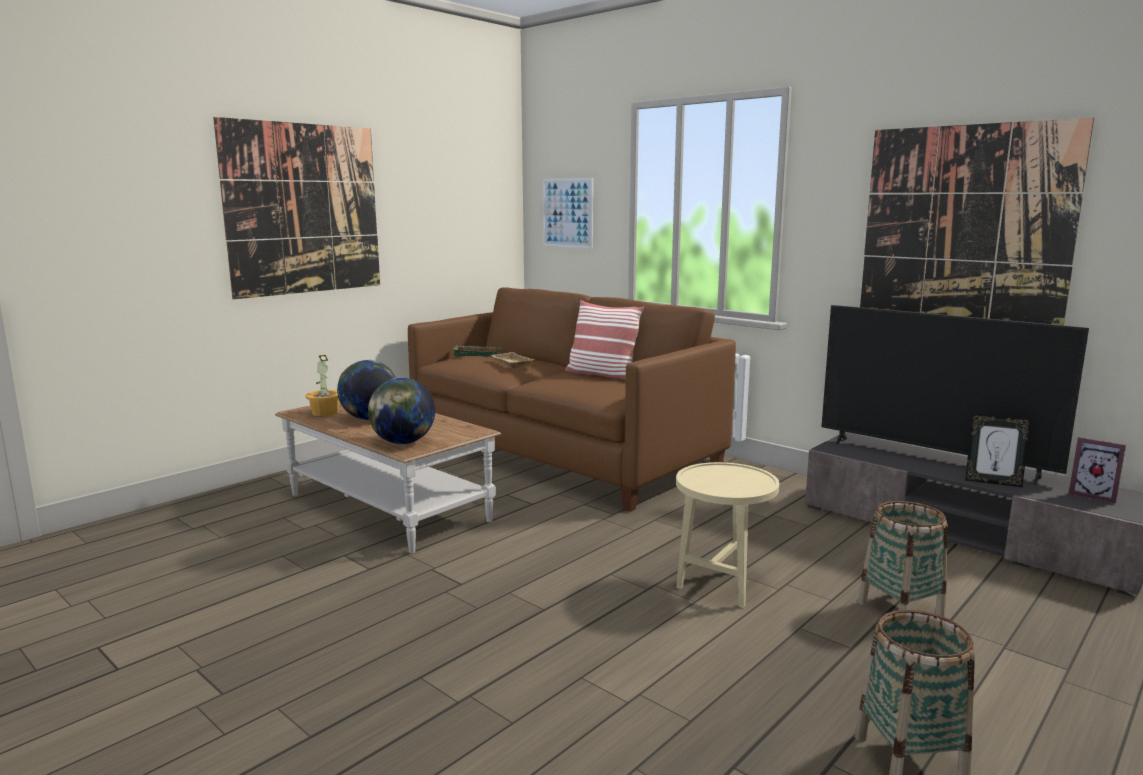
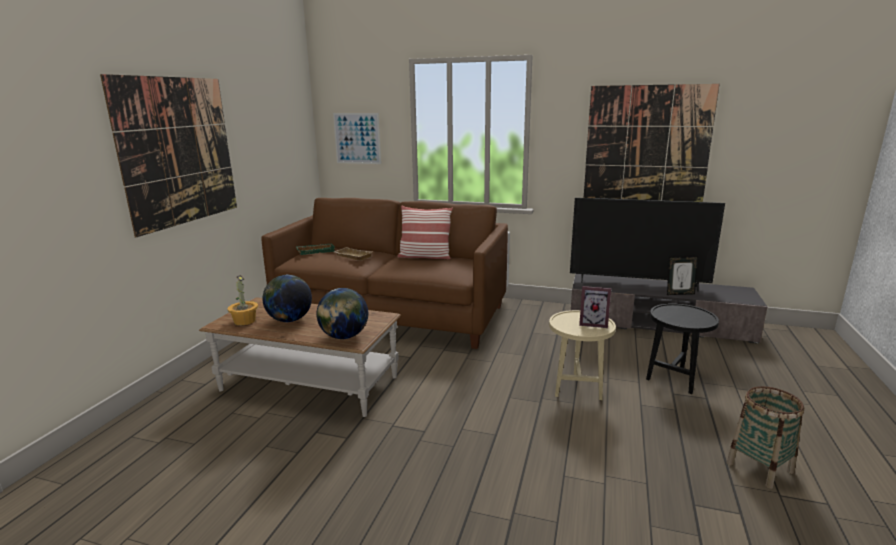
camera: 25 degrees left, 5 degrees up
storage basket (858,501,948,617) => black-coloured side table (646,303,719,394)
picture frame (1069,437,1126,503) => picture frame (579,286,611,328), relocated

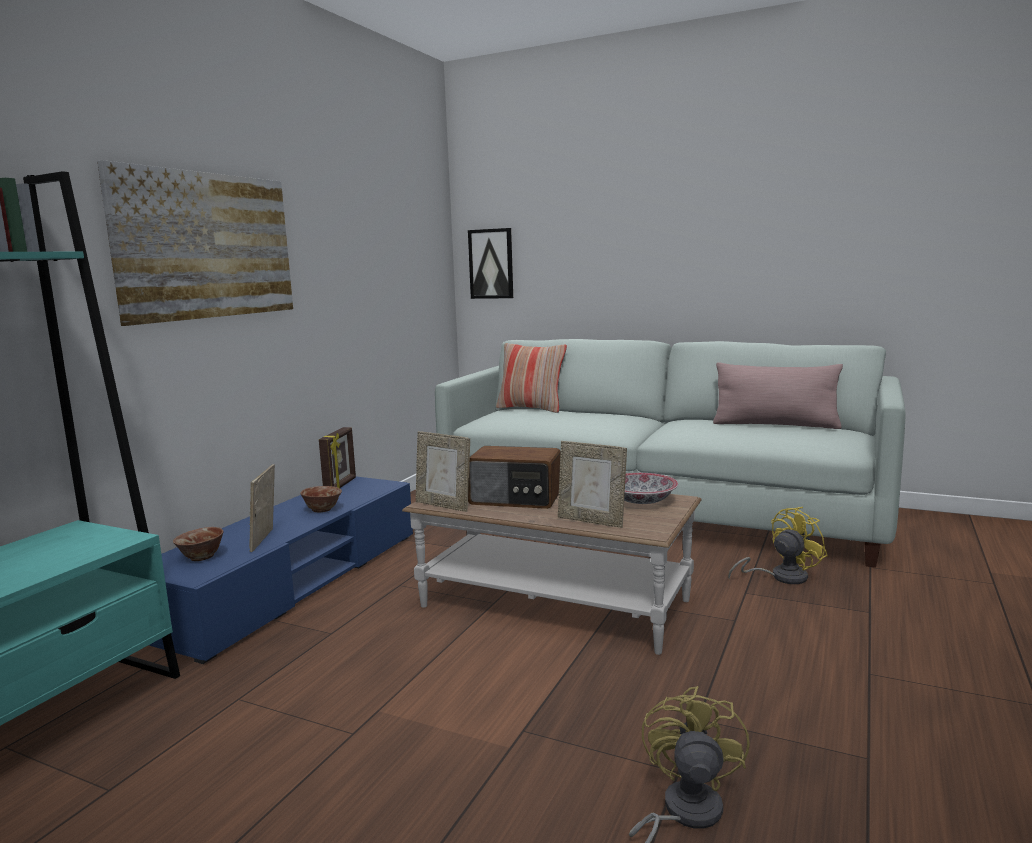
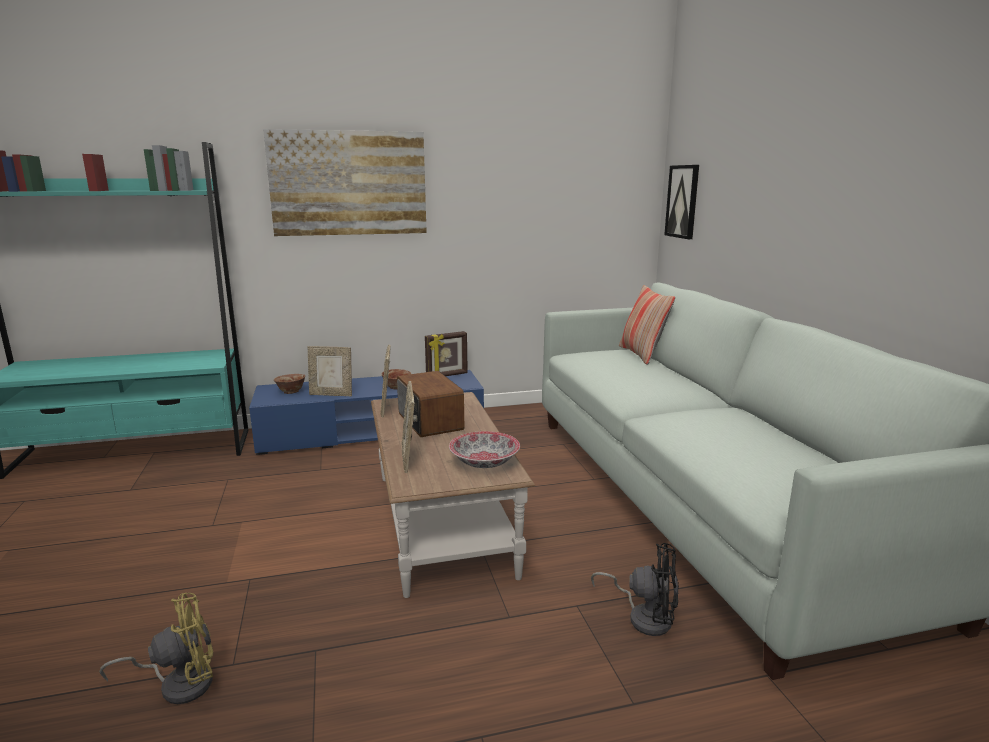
camera: 50 degrees right, 5 degrees up
picture frame (249,464,275,552) => picture frame (308,346,352,396), 135 degrees counterclockwise
pink-coloured cushion (713,362,843,429) => nothing
yellowish cooling fan (728,507,828,584) => black-coloured cooling fan (591,543,679,636)

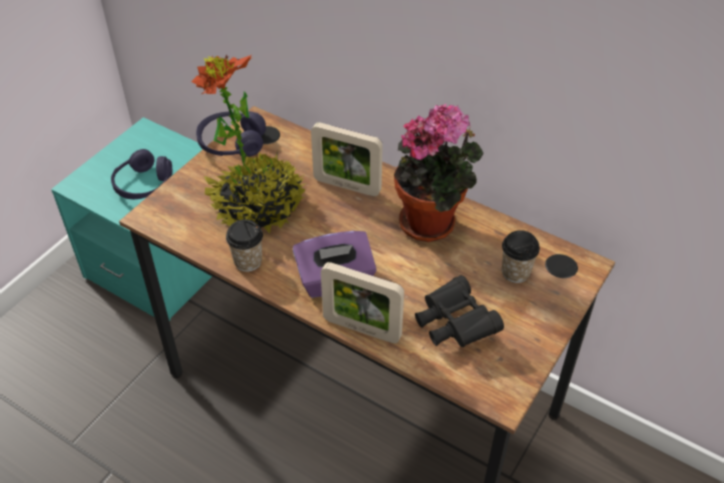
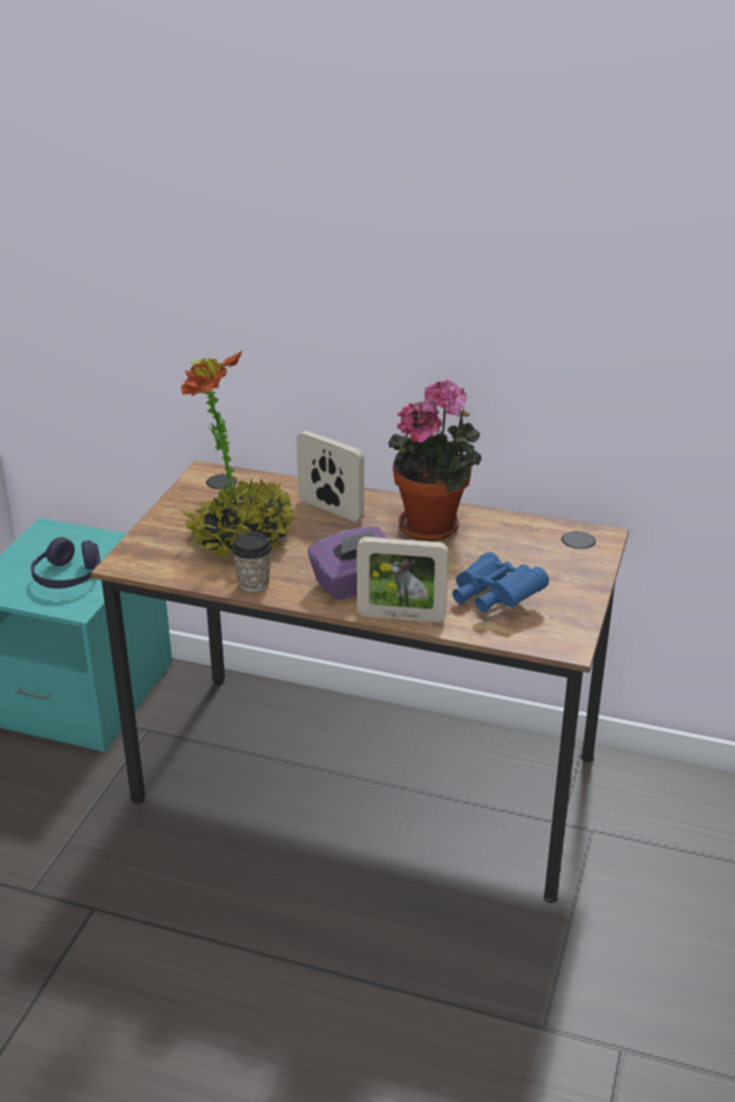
camera: 15 degrees left, 15 degrees down
purple-coloured pair of headphones (196,111,266,157) => nothing
picture frame (311,122,383,196) => picture frame (296,431,364,522), 150 degrees counterclockwise
black-coloured binoculars (415,275,504,347) => blue-coloured binoculars (452,552,549,613)
small cup (502,230,540,283) => nothing

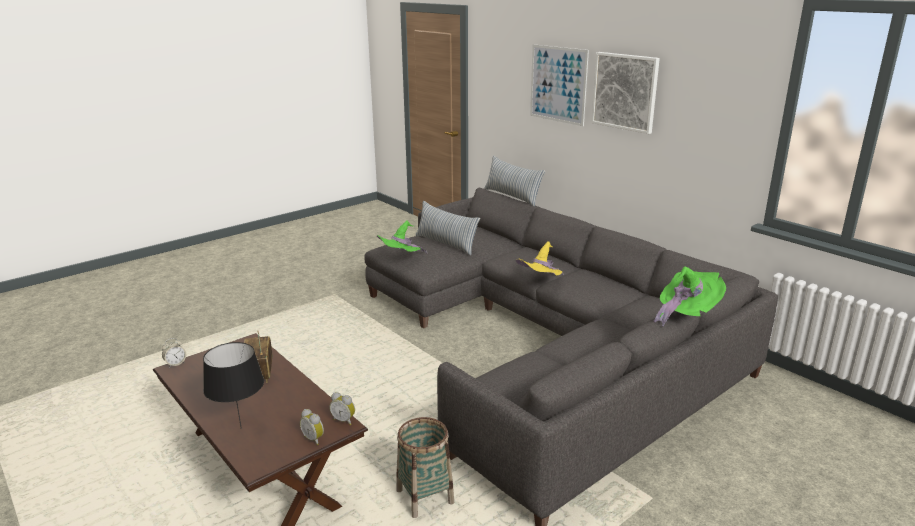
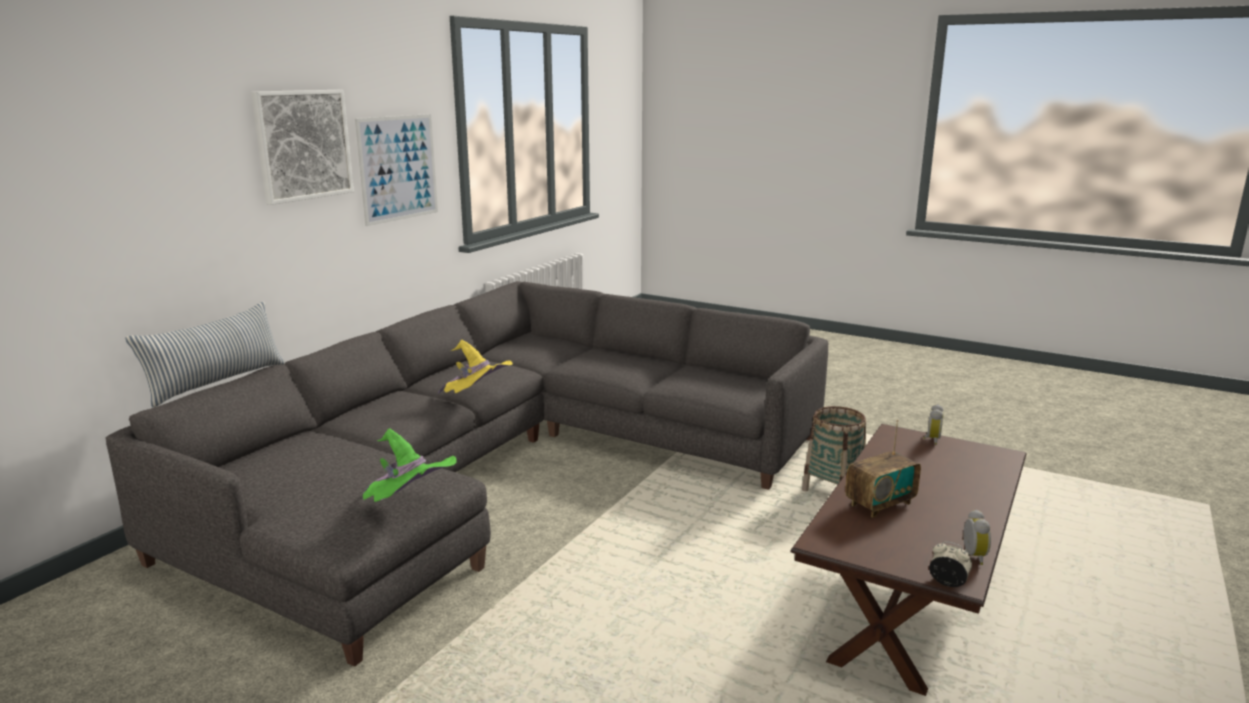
camera: 110 degrees left, 5 degrees down
black-coloured tabletop lamp (203,342,264,429) => nothing
bedside clock (329,392,355,425) => bedside clock (963,509,991,565), relocated
cushion (416,201,480,255) => nothing
wall picture (530,44,589,126) => wall picture (355,114,438,226), relocated
greenish hat (653,266,726,326) => nothing

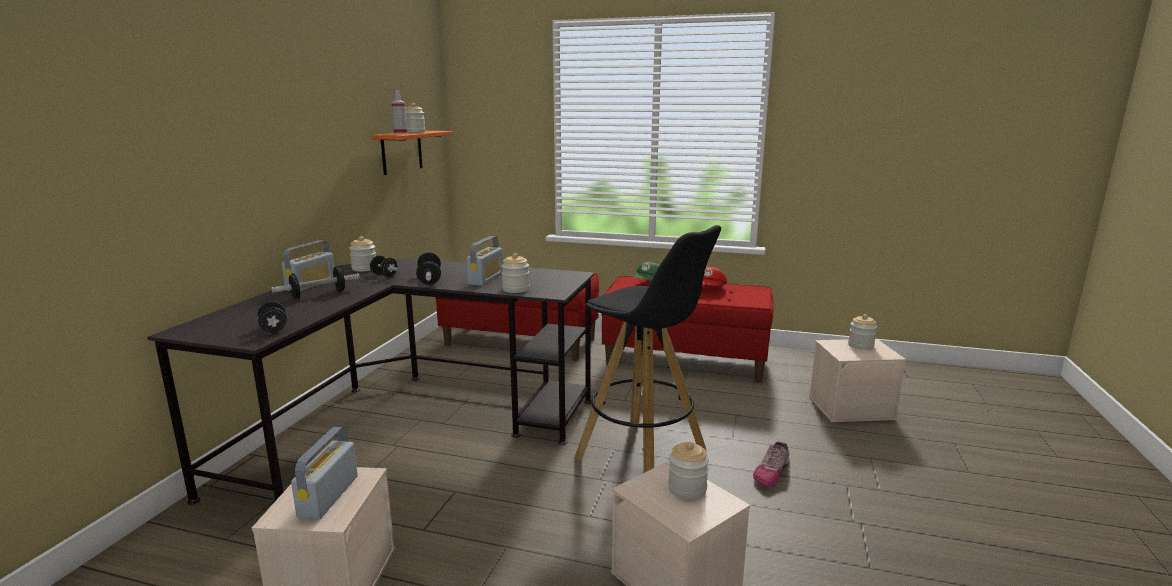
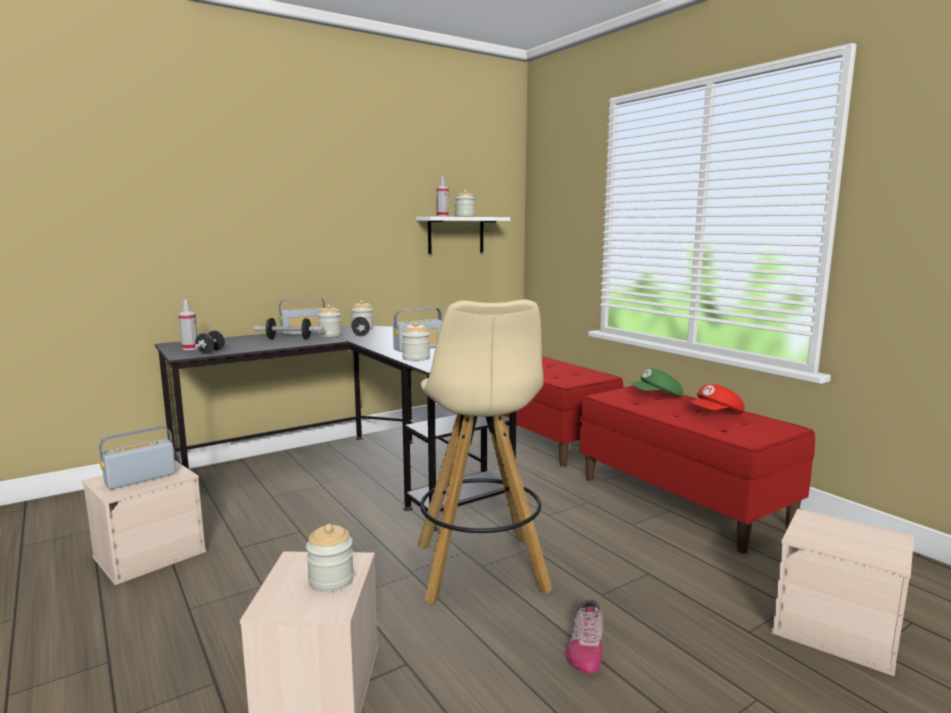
camera: 40 degrees right, 5 degrees down
orange-coloured bracket shelf (371,131,453,175) => whitish bracket shelf (416,217,510,254)
free weight (416,252,441,285) => nothing
black-coloured stool (574,225,721,473) => beige stool (417,299,553,603)
low shoe (753,442,790,487) => low shoe (566,600,603,674), 60 degrees counterclockwise
storage jar (848,314,877,350) => storage jar (317,304,341,337), relocated
nothing => sprayer (178,299,198,350)

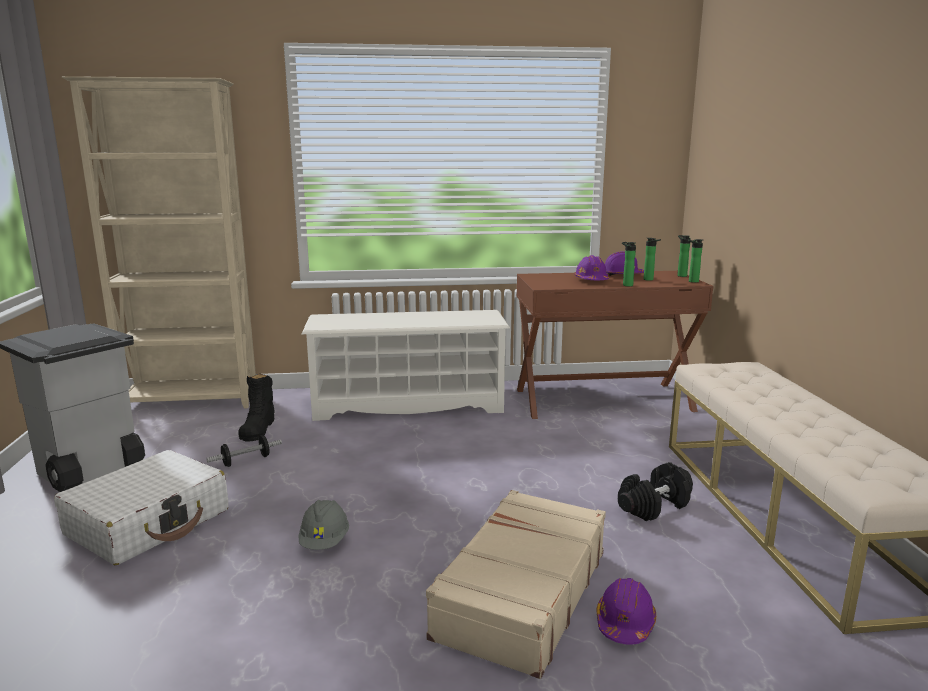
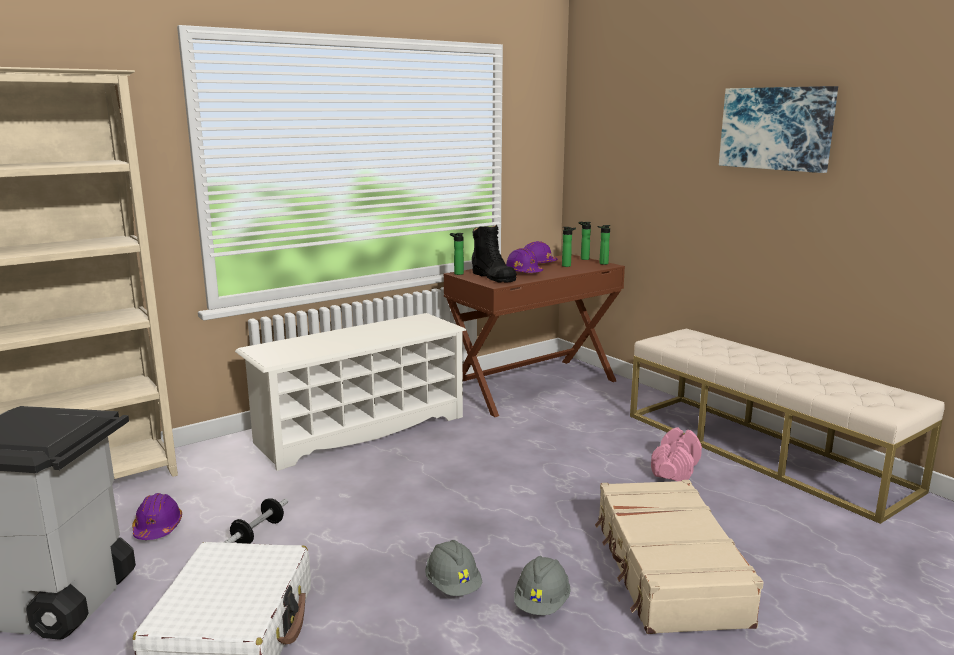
camera: 30 degrees left, 0 degrees up
black-coloured boot (238,374,275,442) => black-coloured boot (472,225,517,282), relocated
purple-coloured work helmet (597,578,656,645) => purple-coloured work helmet (132,493,182,540), relocated
black-coloured free weight (618,462,693,521) => pink-coloured free weight (651,427,702,481)
beverage bottle (622,242,636,287) => beverage bottle (450,233,464,275), relocated
nothing => grey work helmet (514,556,571,615)
nothing => wall picture (719,86,838,173)

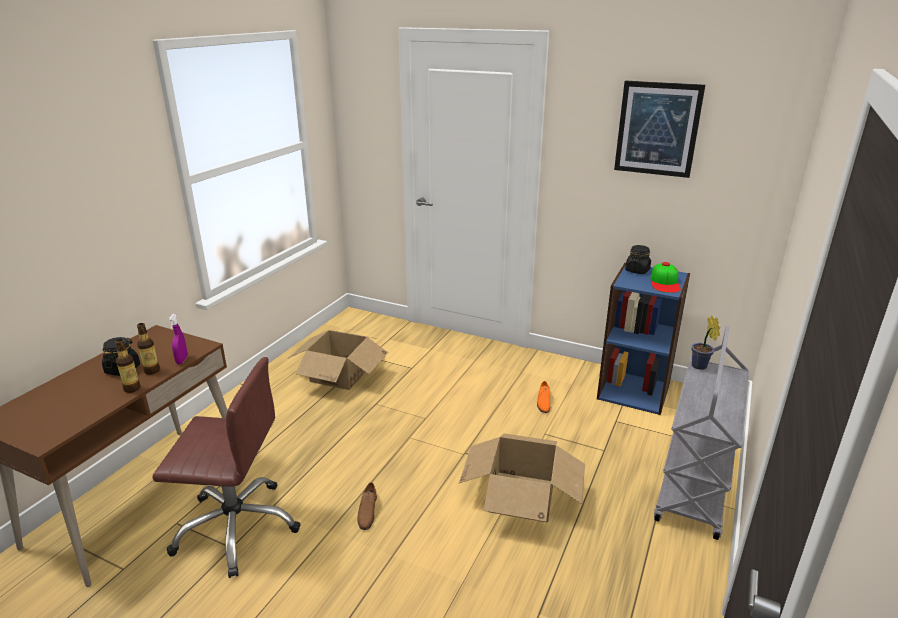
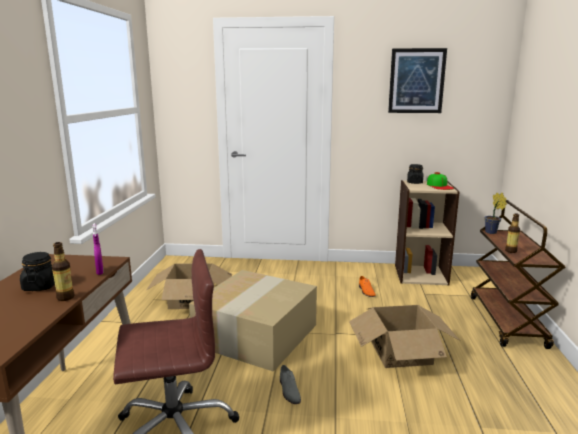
camera: 20 degrees left, 10 degrees down
beverage bottle (137,323,160,375) => beverage bottle (505,213,520,253), relocated
brown-coloured low shoe (357,482,377,530) => grey low shoe (280,365,301,404)
blue-coloured shelving unit (597,263,690,415) => beige shelving unit (395,180,460,286)
grey cart (654,326,749,540) => brown-coloured cart (471,200,565,349)
nothing => cardboard box (189,270,317,372)

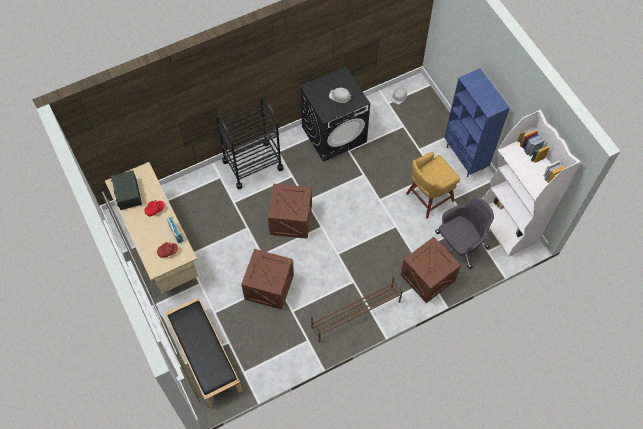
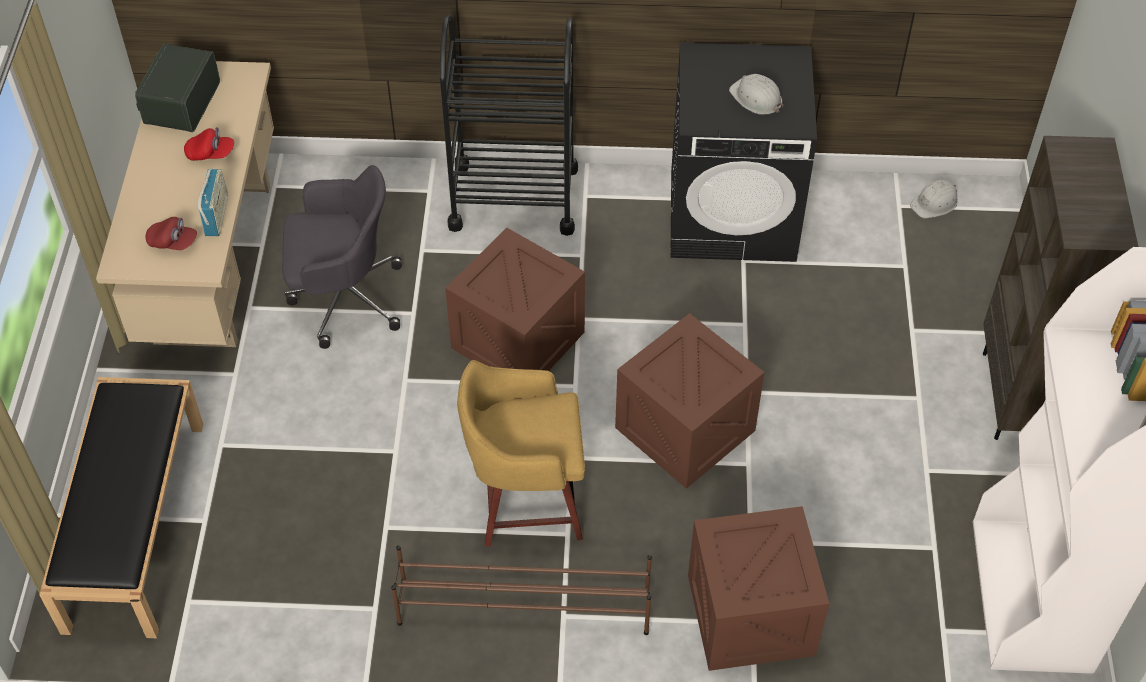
camera: 30 degrees right, 10 degrees down
crate (241,249,294,310) => crate (615,313,765,489), relocated
yellowish stool (406,152,460,218) => yellowish stool (457,360,585,547), relocated
grey computer chair (435,197,494,269) => grey computer chair (282,165,402,349), relocated
blue-coloured shelving unit (444,68,510,177) => brown-coloured shelving unit (983,136,1138,440)

